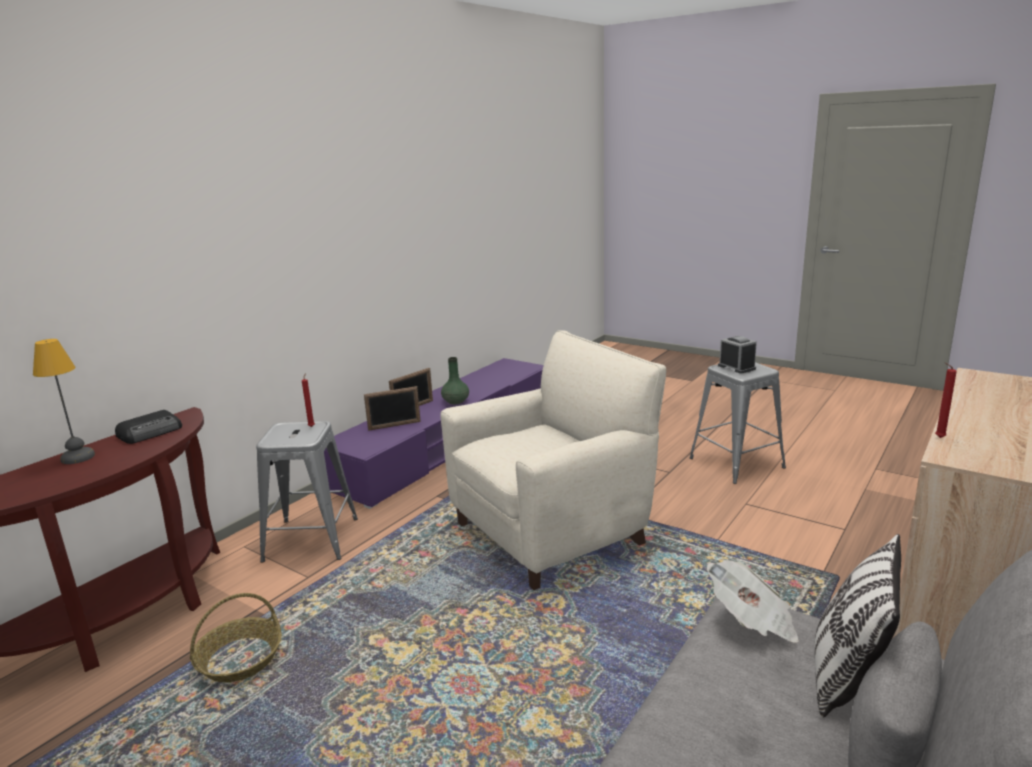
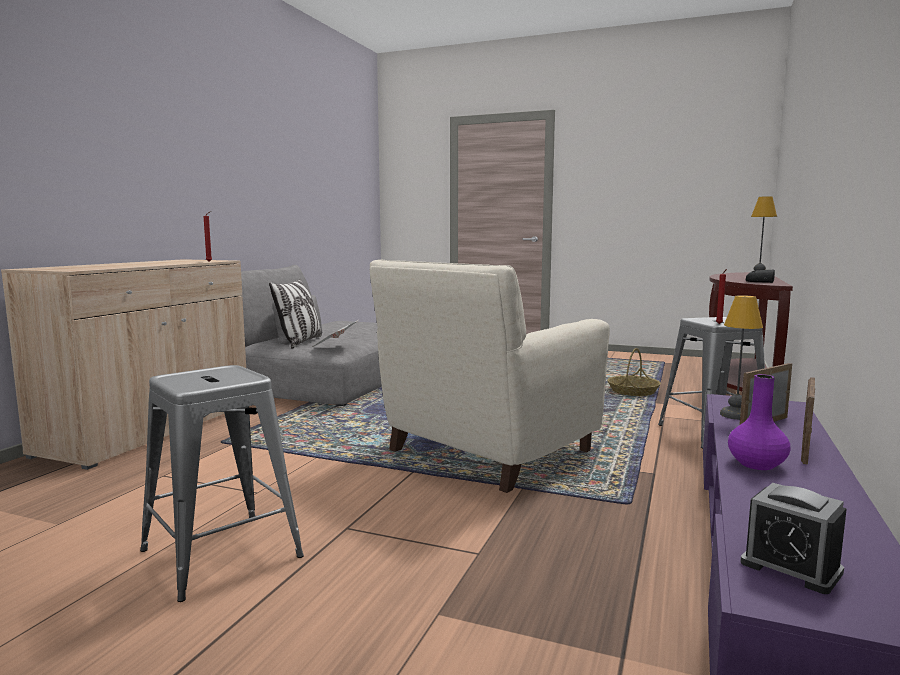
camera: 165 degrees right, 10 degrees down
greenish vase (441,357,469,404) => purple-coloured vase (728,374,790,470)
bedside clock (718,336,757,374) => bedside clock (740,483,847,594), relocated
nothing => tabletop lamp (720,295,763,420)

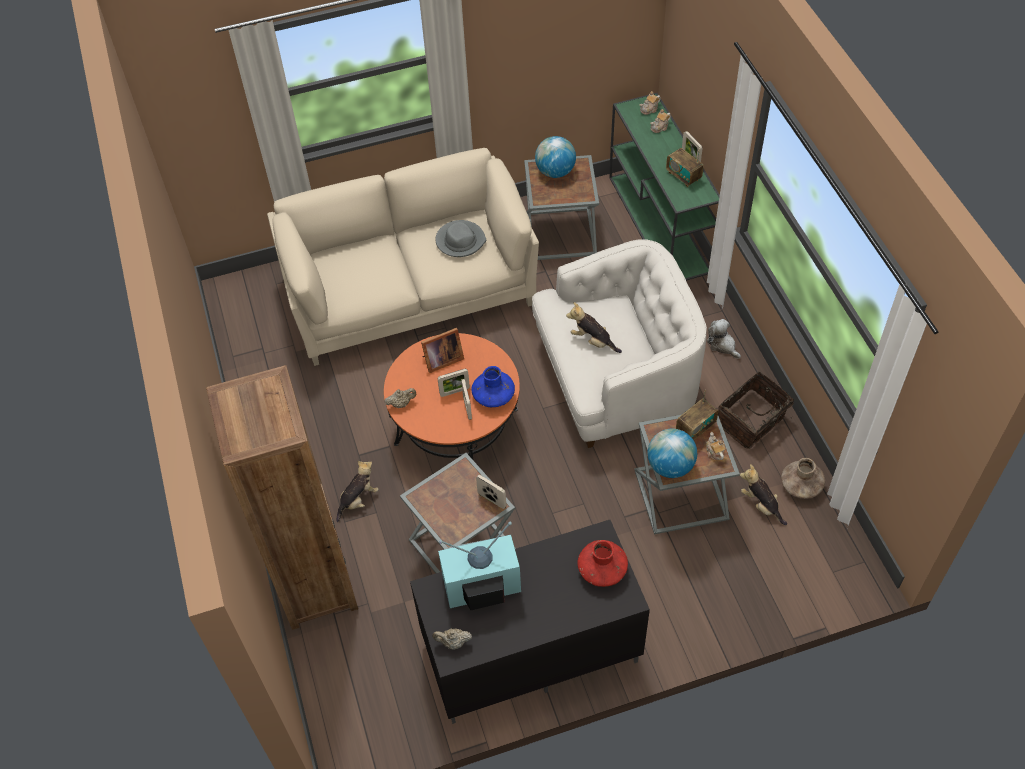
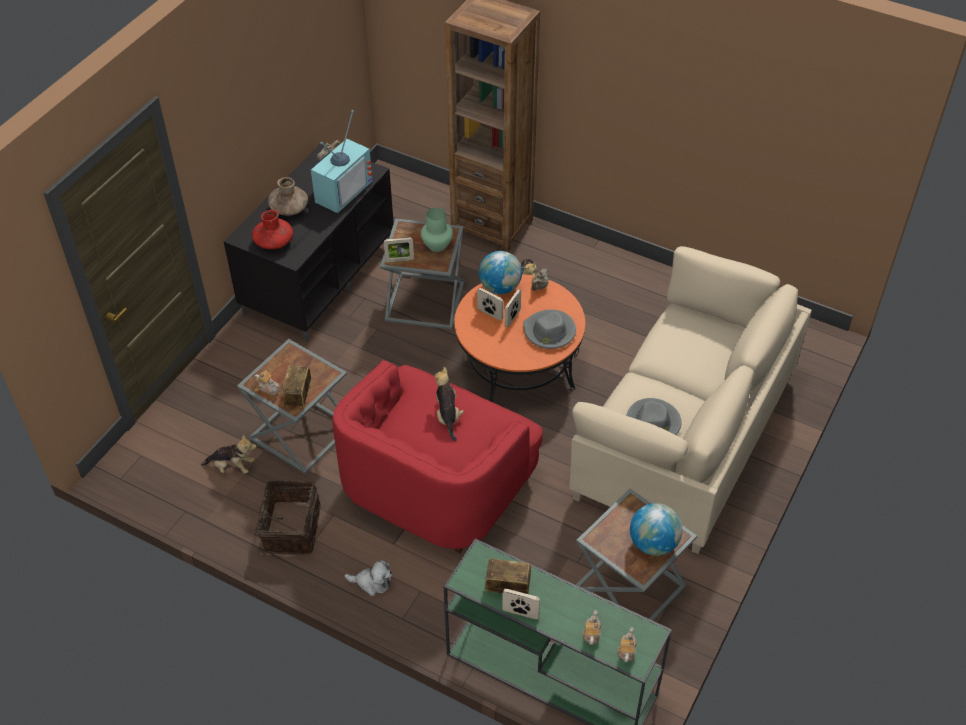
camera: 135 degrees right, 5 degrees down
picture frame (421,328,464,373) => grey hat (523,309,576,349)
blue-coloured vase (471,366,515,407) => nothing
whitish lounge chair (532,239,707,448) => red-coloured lounge chair (332,360,543,554)
plush toy (566,302,622,353) => plush toy (435,367,464,441), 90 degrees counterclockwise
globe (647,429,697,478) => globe (479,251,522,294), relocated
brown-coloured vase (781,458,825,499) => brown-coloured vase (268,177,308,216), relocated
nothing => greenish vase (421,208,453,252)

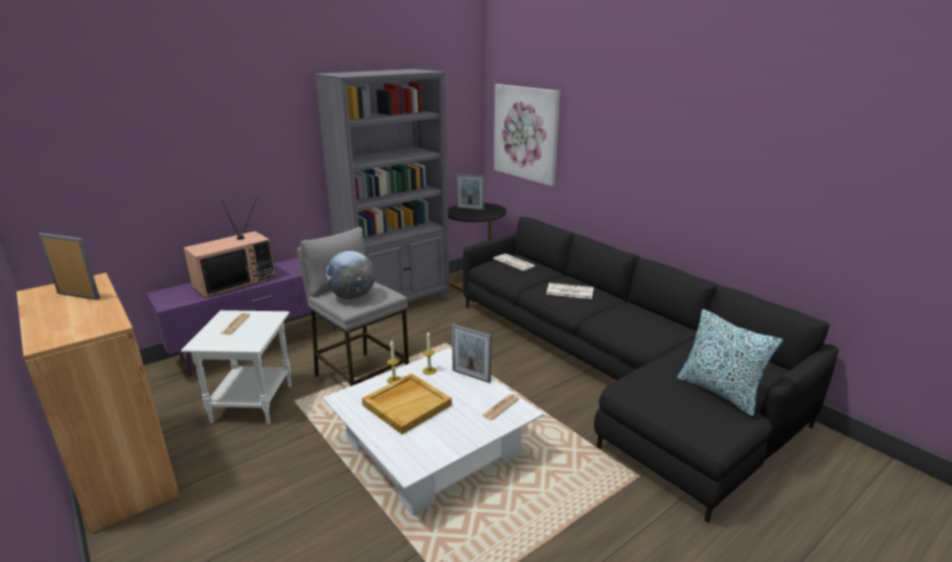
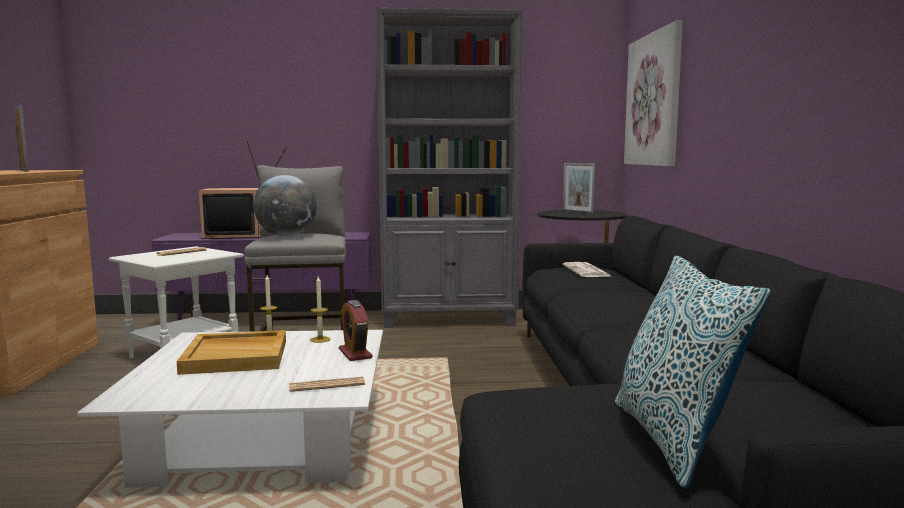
camera: 35 degrees right, 15 degrees down
picture frame (452,324,491,383) => bedside clock (339,300,372,361)
newspaper (546,283,594,299) => nothing

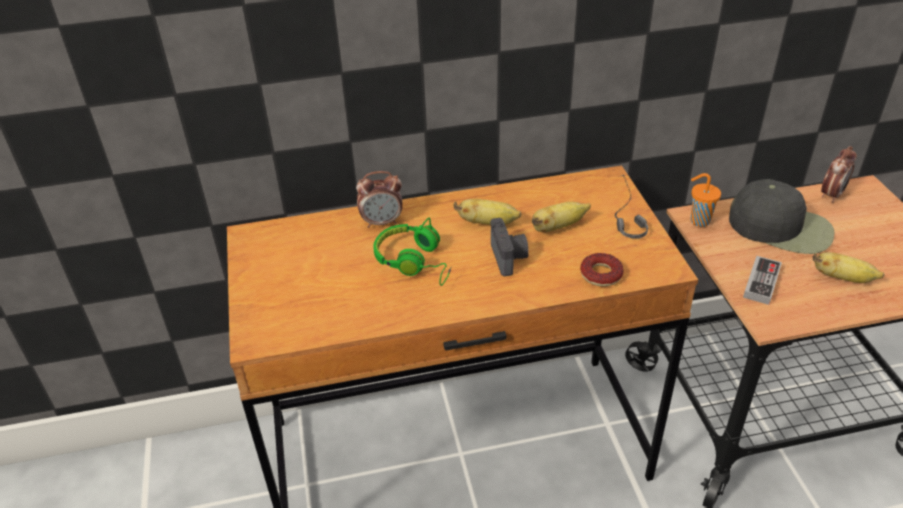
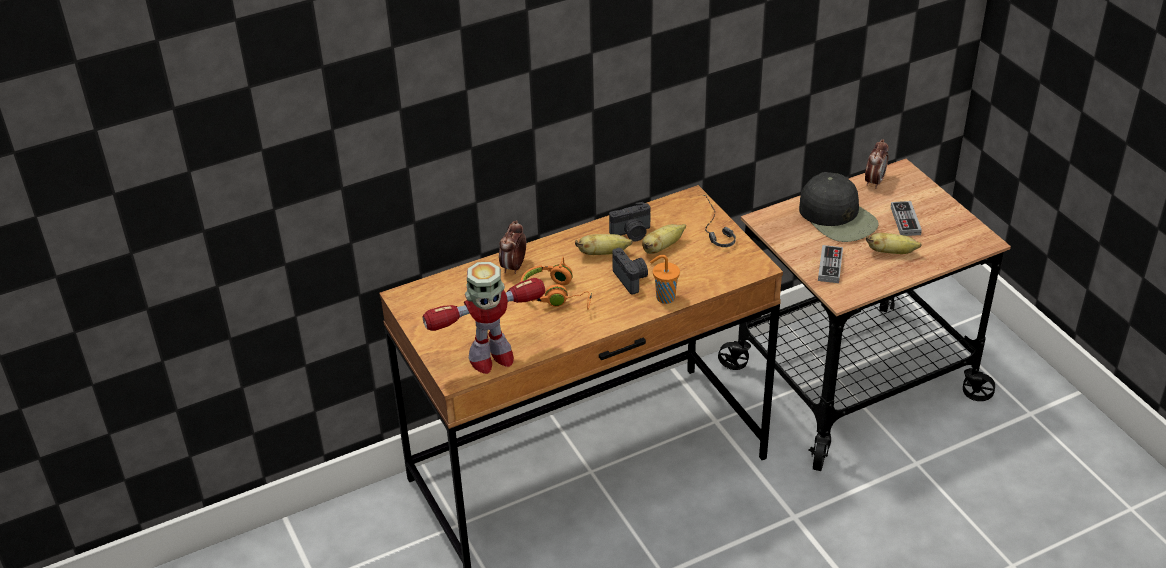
camera: 15 degrees left, 0 degrees up
bedside clock (356,171,403,228) => bedside clock (499,220,526,274), 135 degrees clockwise
greenish pair of headphones (373,218,452,286) => orange-coloured pair of headphones (520,257,592,310)
ring doughnut (580,253,624,286) => nothing
orange-coloured small cup (691,173,721,227) => orange-coloured small cup (650,255,680,304), relocated
black-coloured baseball cap (729,179,835,254) => black-coloured baseball cap (799,172,879,242), 45 degrees clockwise
nothing => toy robot (423,262,545,374)
nothing => photo camera (609,202,650,242)
nothing => game controller (891,201,922,236)

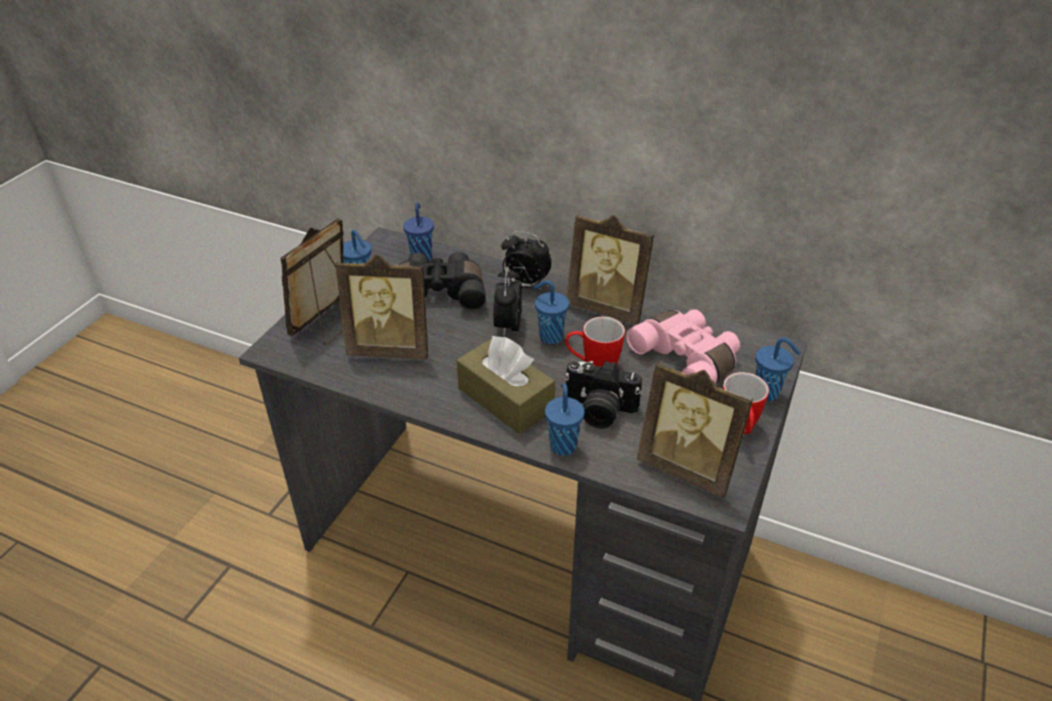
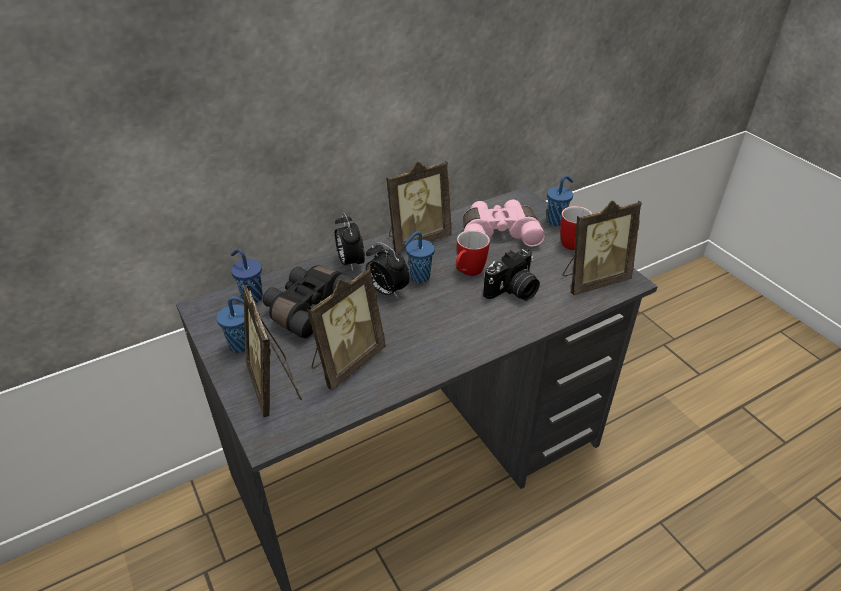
camera: 55 degrees left, 0 degrees up
brown-coloured box of tissues (457,336,555,434) => nothing
bedside clock (501,231,552,290) => bedside clock (335,213,365,271), 105 degrees clockwise
blue-coloured small cup (545,383,584,456) => nothing

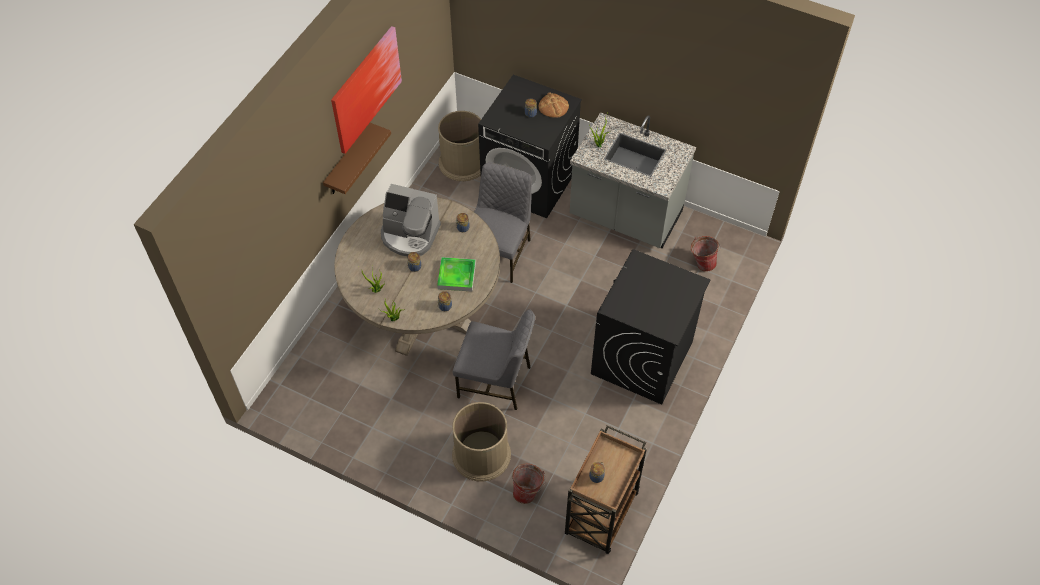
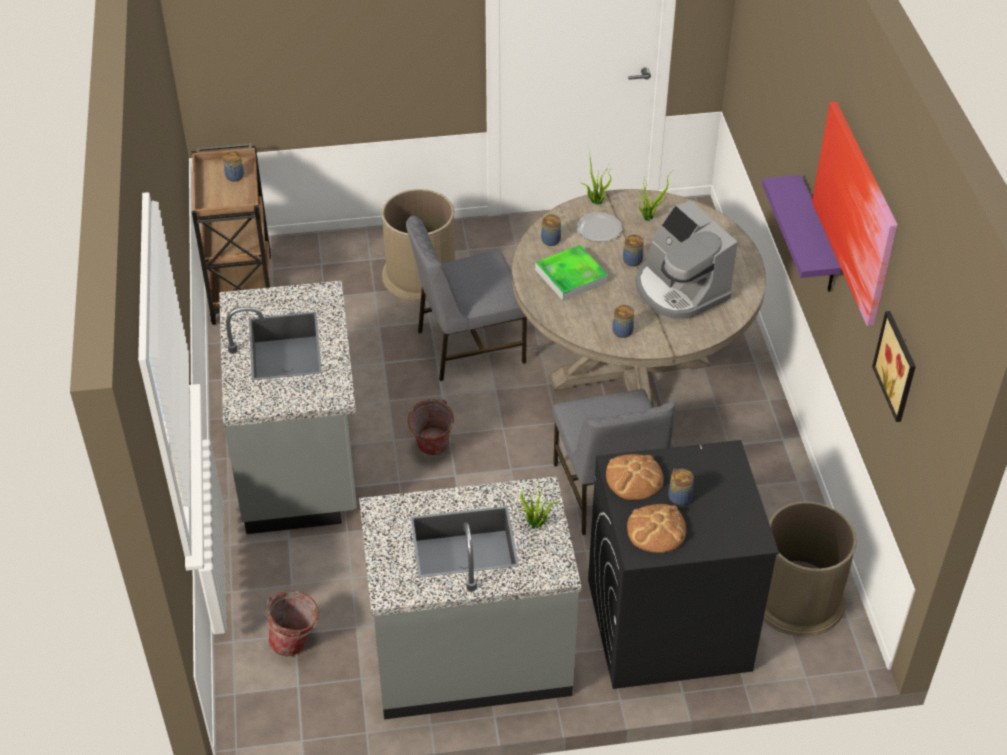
camera: 145 degrees right, 10 degrees down
brown-coloured bracket shelf (323,123,391,194) => purple-coloured bracket shelf (762,175,842,292)
coffee machine (381,184,441,257) => coffee machine (635,200,738,320), 105 degrees counterclockwise
bucket (513,464,545,504) => bucket (405,398,454,455), relocated
black-coloured laundry appliance (591,249,710,405) => grey counter (219,280,358,534)
nothing => plate (577,212,623,242)
nothing => baked bread (606,454,664,500)
nothing => wall picture (872,311,916,422)

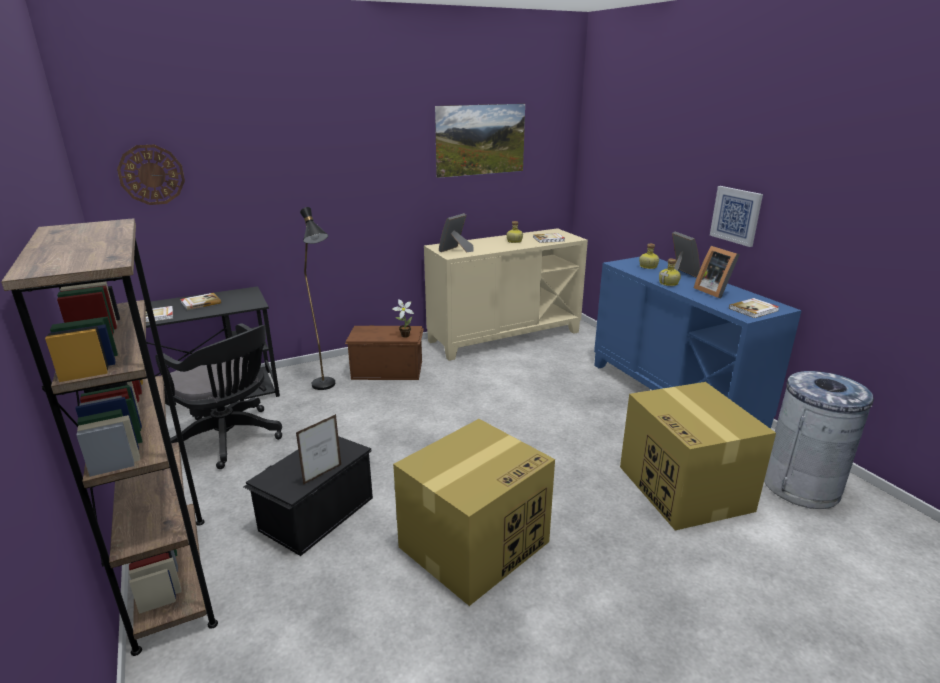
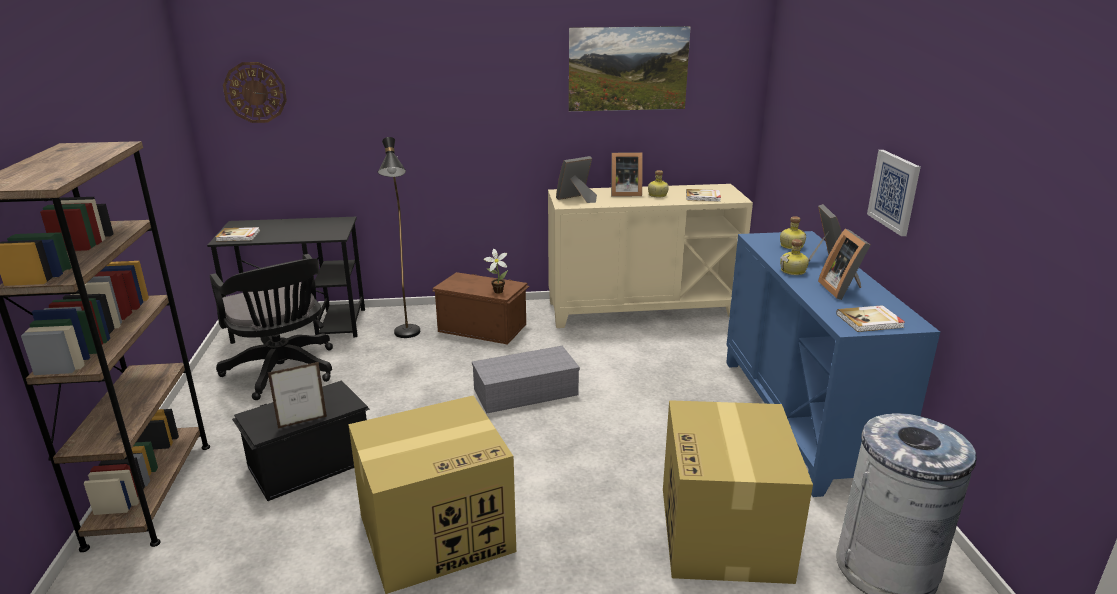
camera: 20 degrees right, 0 degrees up
volume (180,293,221,310) => nothing
nothing => grey storage bin (472,346,580,413)
nothing => picture frame (611,153,643,196)

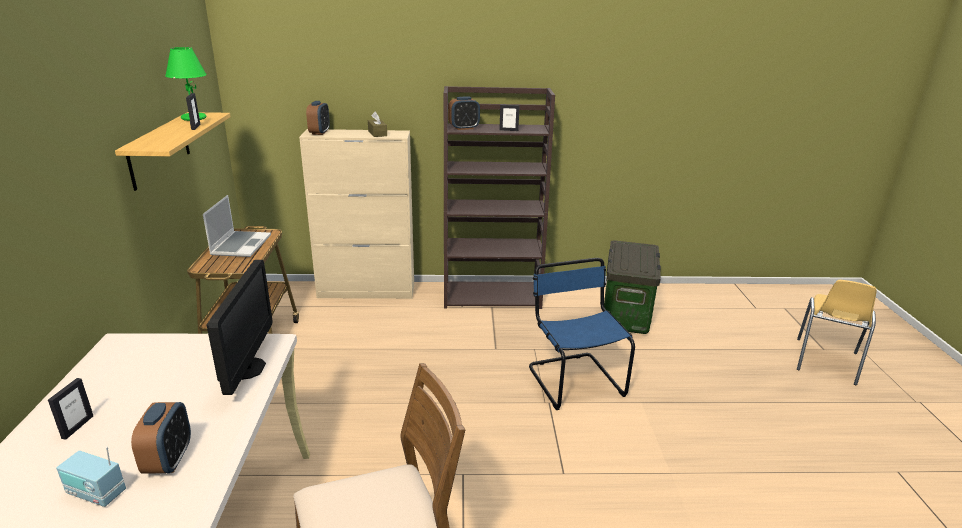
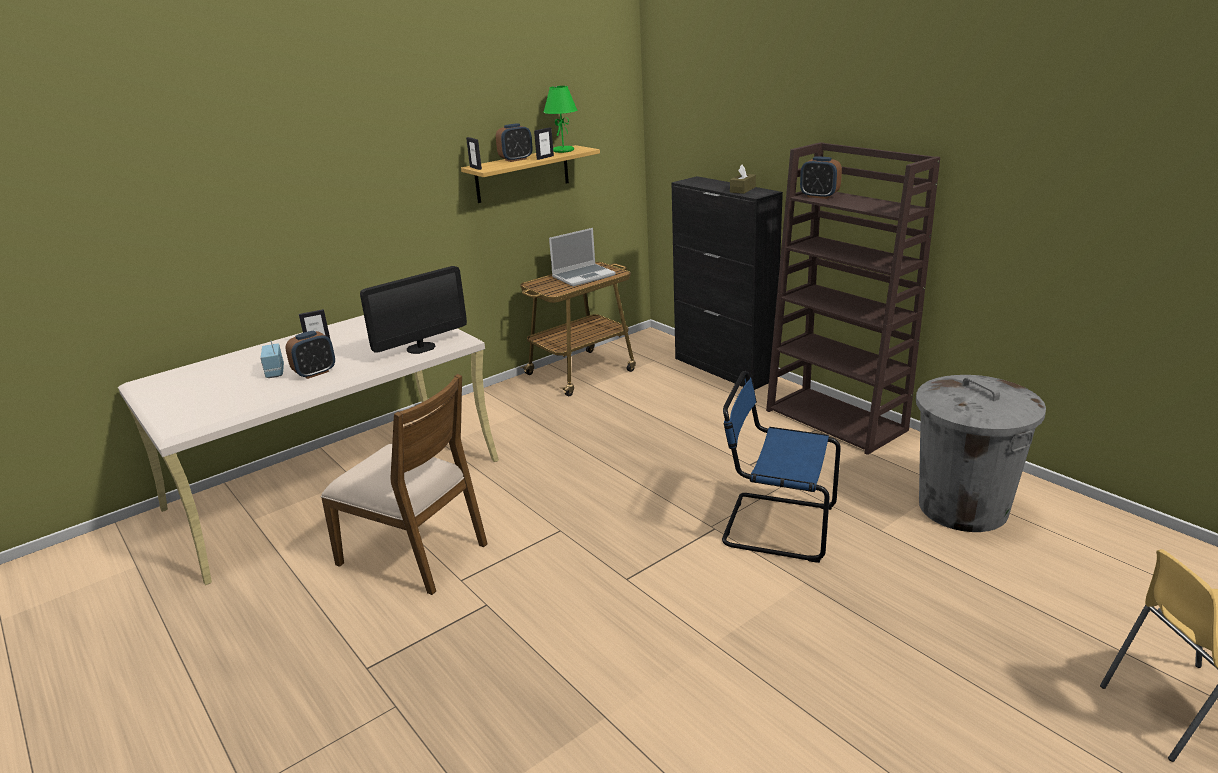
camera: 55 degrees right, 0 degrees up
beige storage cabinet (299,129,414,299) => black-coloured storage cabinet (671,176,783,390)
bedside clock (306,101,330,135) => bedside clock (496,123,533,162), relocated
picture frame (499,104,520,131) => picture frame (466,137,482,170), relocated
blue-coloured upright chair (529,258,635,410) => blue-coloured upright chair (722,371,841,563), 105 degrees counterclockwise
storage bin (604,240,661,334) => grey trash can (916,375,1046,532)

